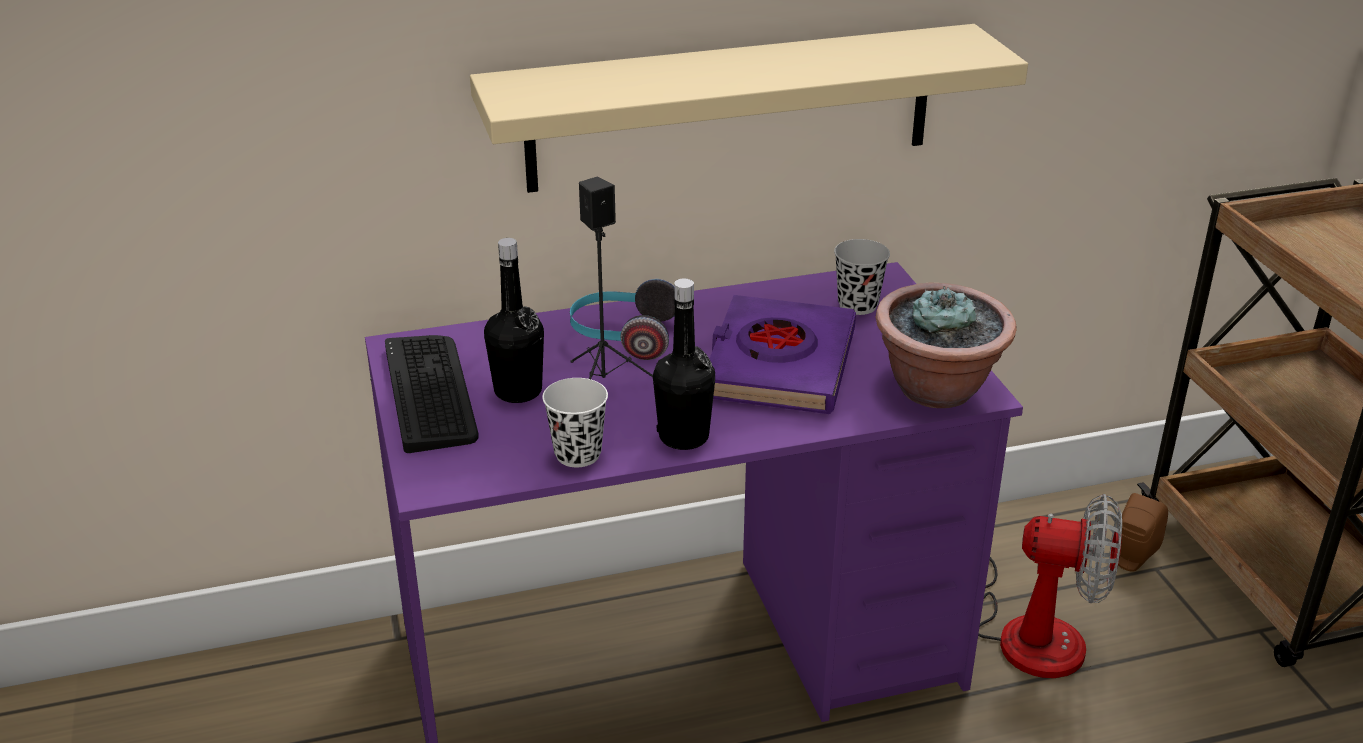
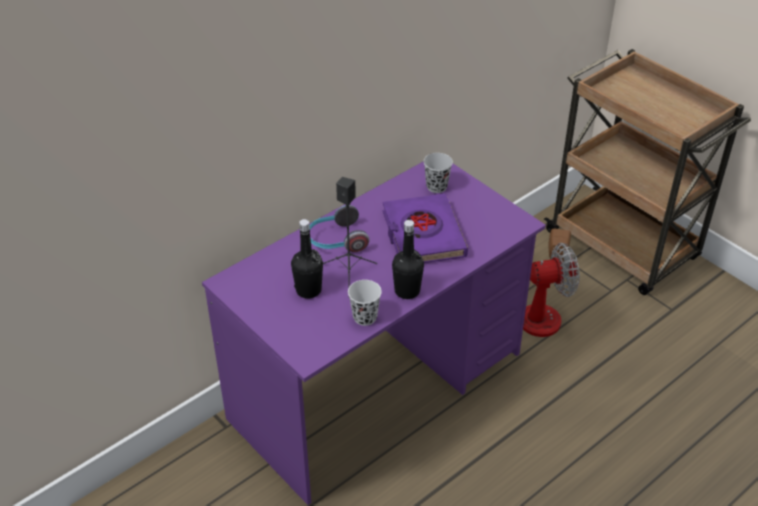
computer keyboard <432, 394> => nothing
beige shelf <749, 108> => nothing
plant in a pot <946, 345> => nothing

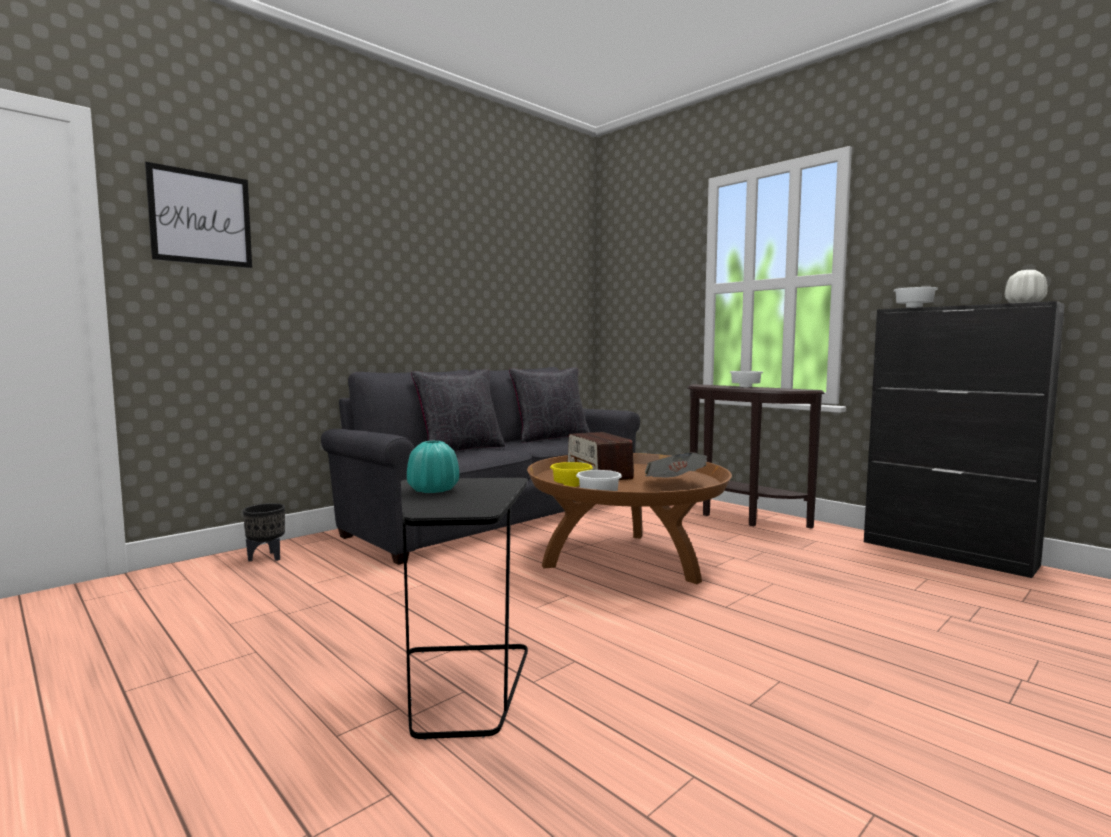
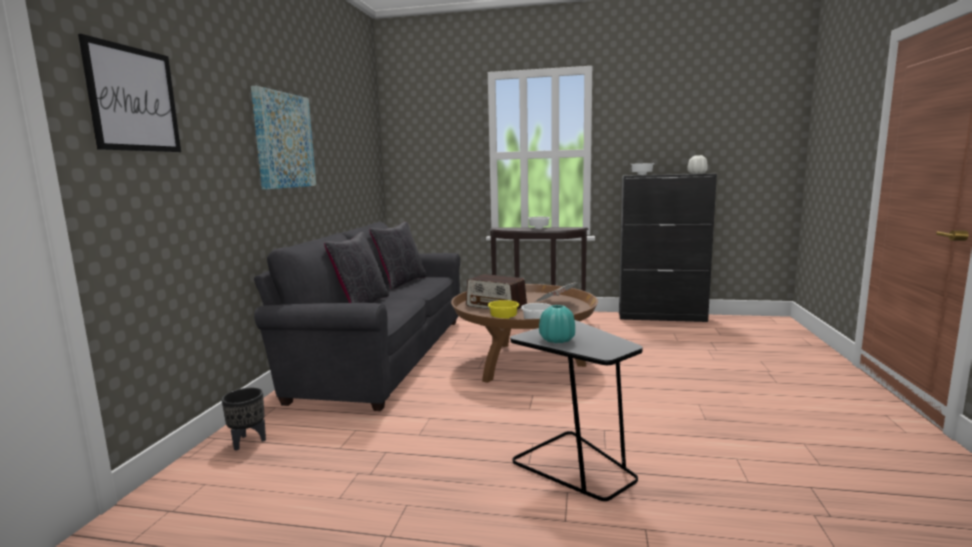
nothing => picture <283, 138>

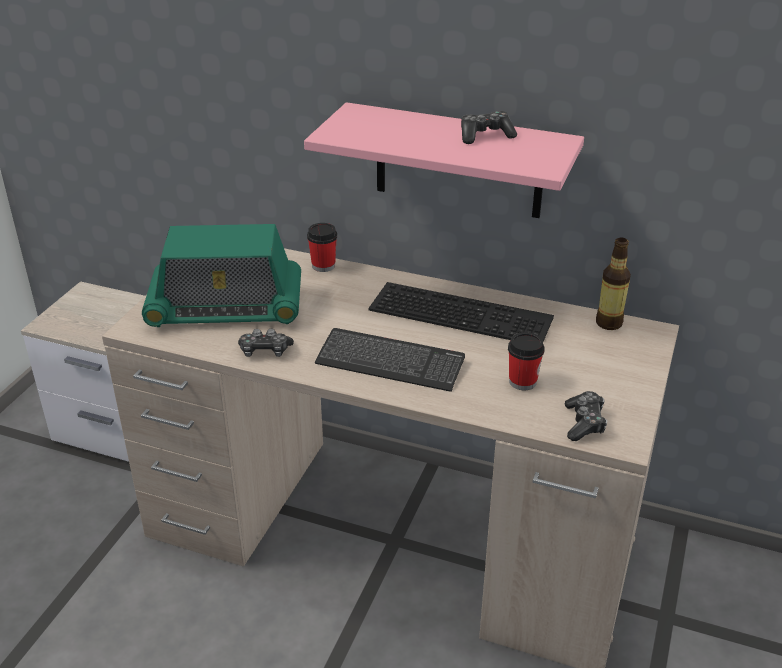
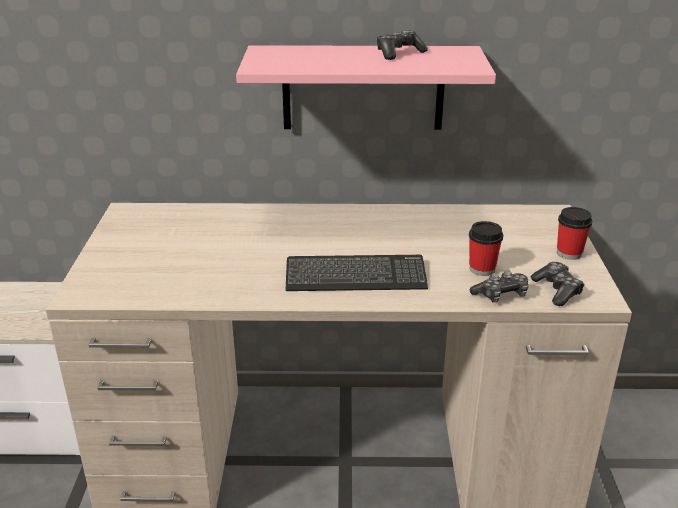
radio receiver <221, 275> => nothing
computer keyboard <461, 312> => nothing
beverage bottle <613, 283> => nothing
game controller <266, 343> => game controller <499, 286>, shifted
drinking cup <322, 247> => drinking cup <574, 233>, shifted

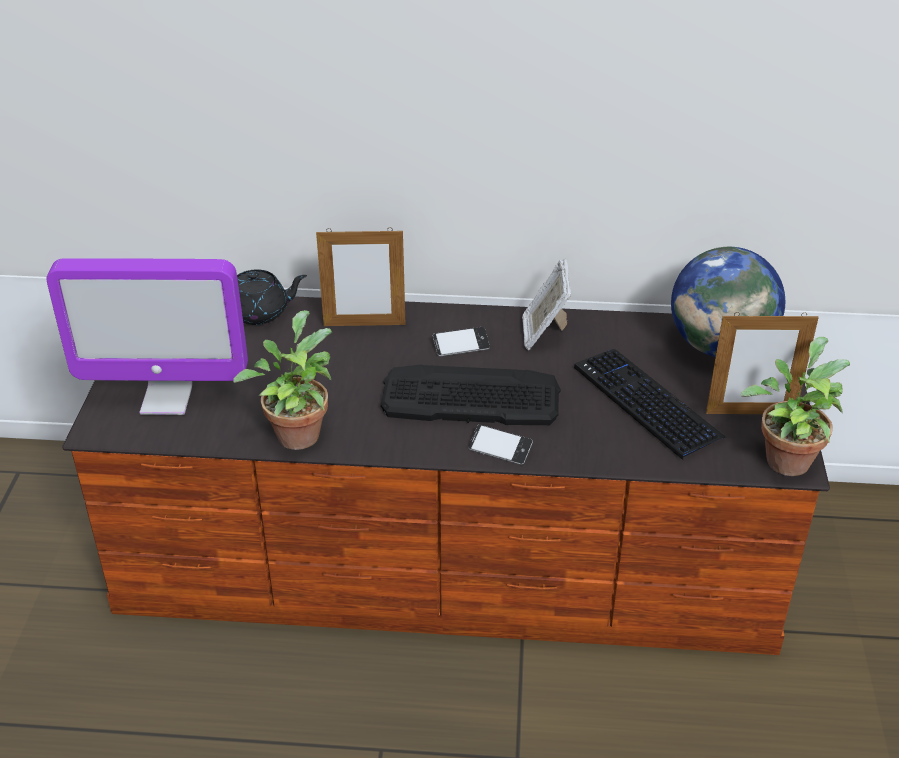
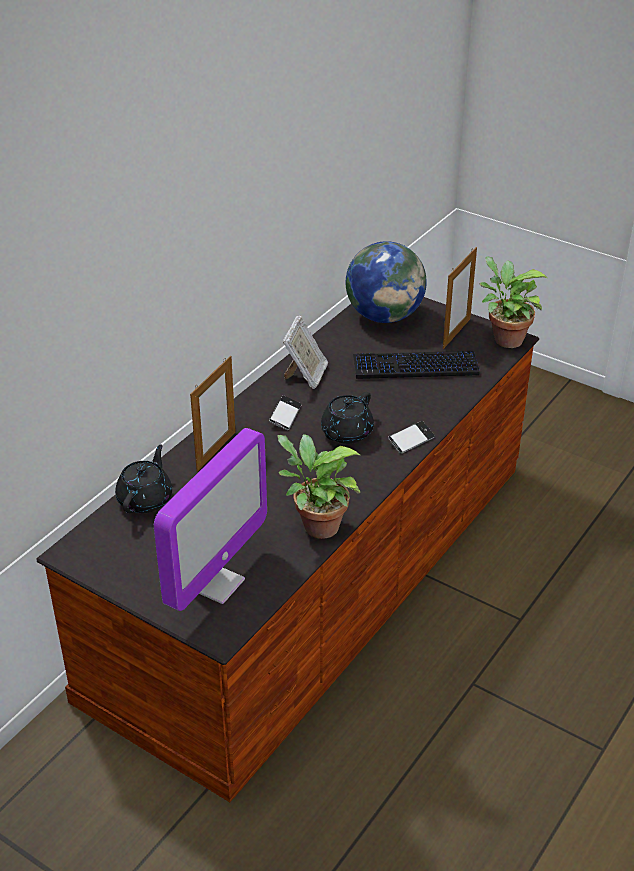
computer keyboard <471, 395> => black-coloured tea pot <347, 418>
photo frame <546, 304> => photo frame <305, 352>, 105 degrees counterclockwise

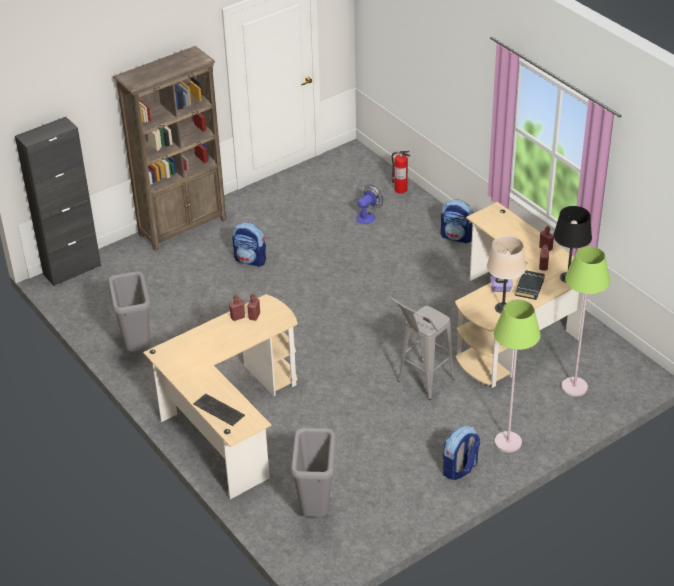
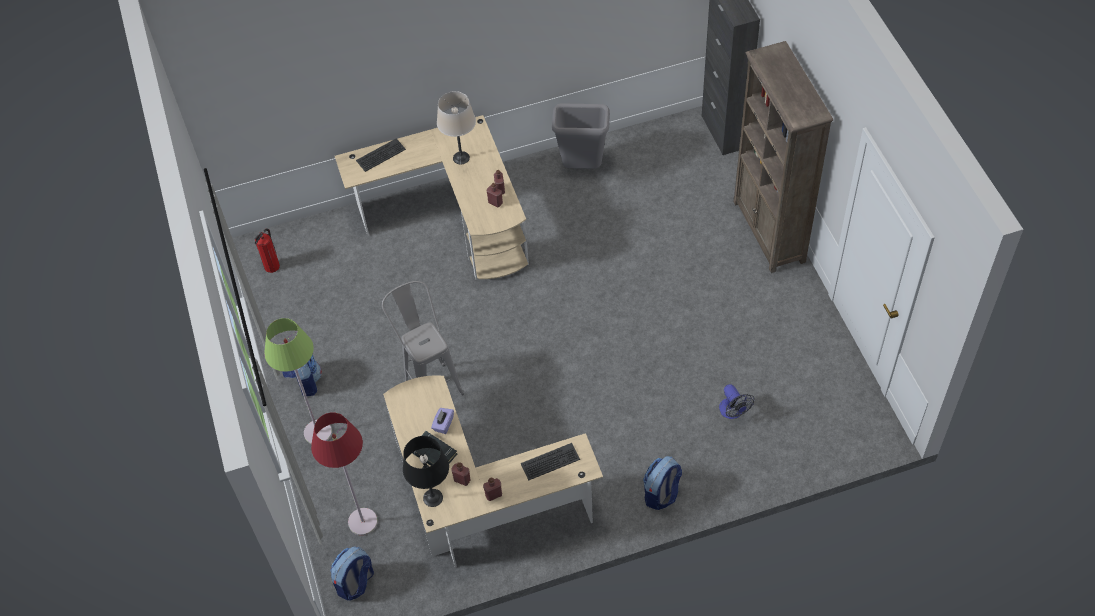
grey rubbish bin <313, 472> => nothing
nothing => computer keyboard <550, 462>
knapsack <249, 245> => knapsack <352, 574>, shifted
fire-fighting cylinder <401, 172> => fire-fighting cylinder <267, 250>, shifted
beige table lamp <506, 275> => beige table lamp <456, 127>, shifted
green-coloured standard lamp <585, 321> => red-coloured standard lamp <344, 474>

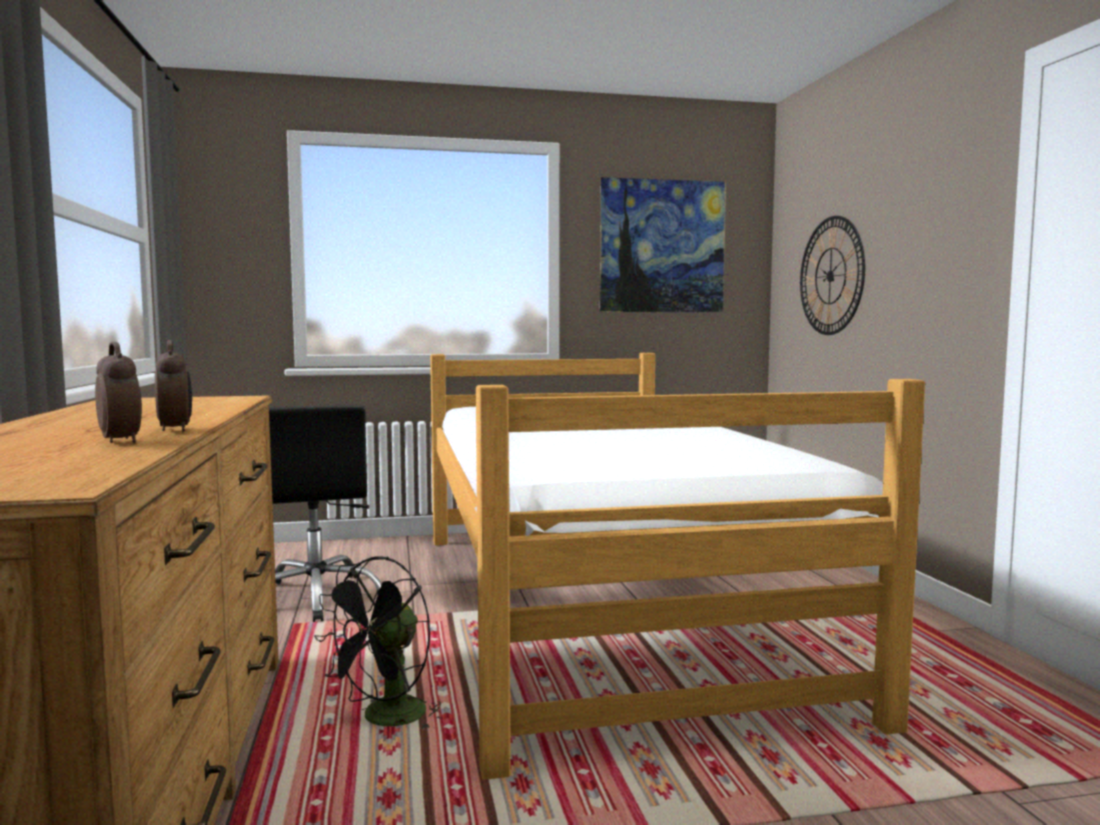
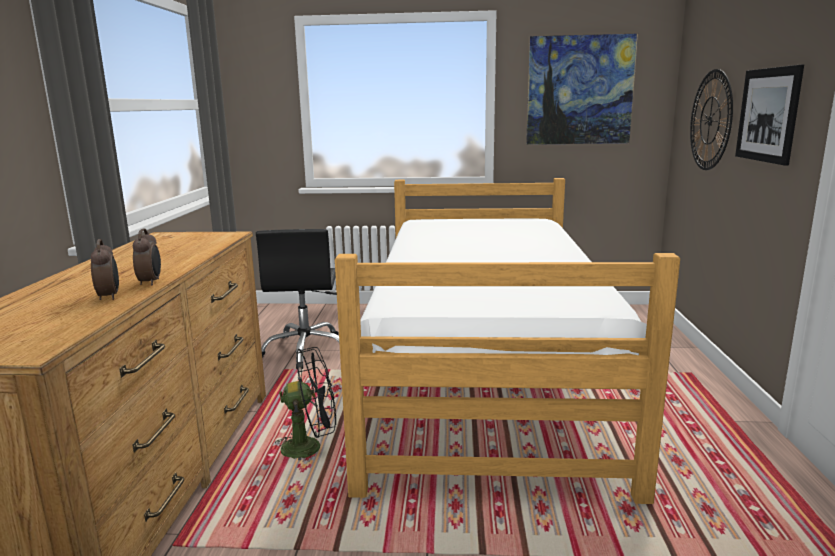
nothing => picture <769, 115>
black-coloured fan <377, 643> => black-coloured fan <305, 403>, 150 degrees counterclockwise

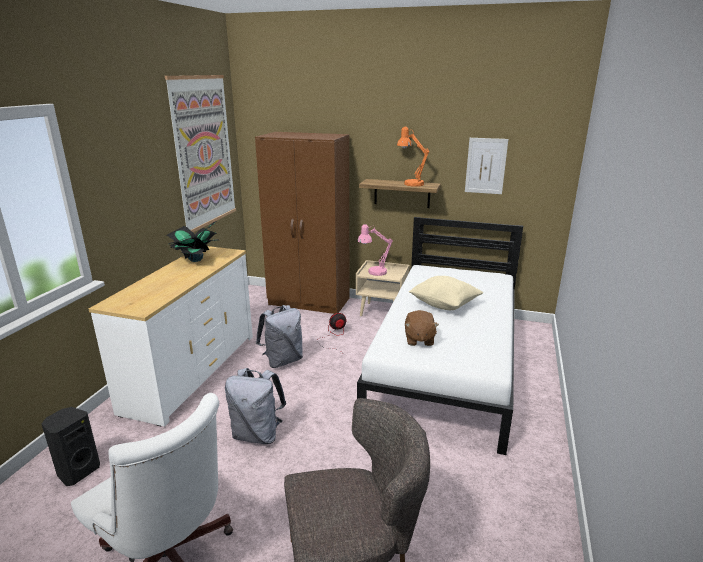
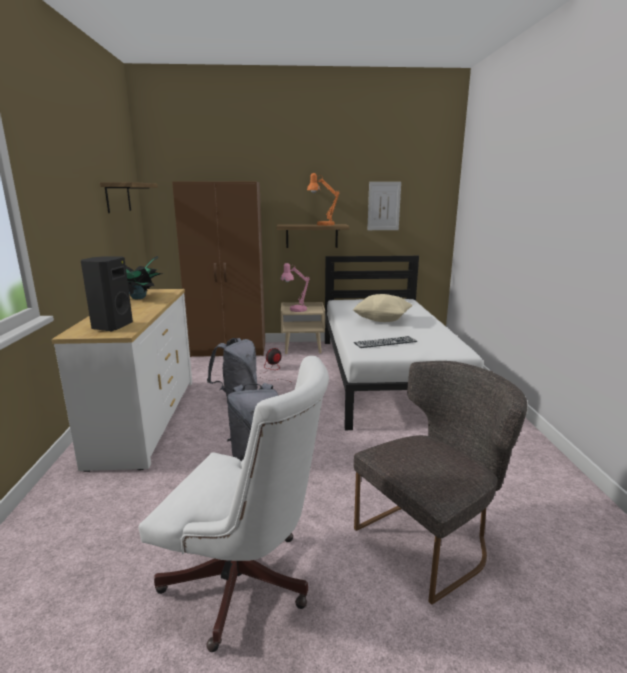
black-coloured audio speaker <70, 446> => black-coloured audio speaker <107, 294>, shifted
picture <200, 153> => shelf <129, 197>
brown soft toy <422, 328> => computer keyboard <385, 342>

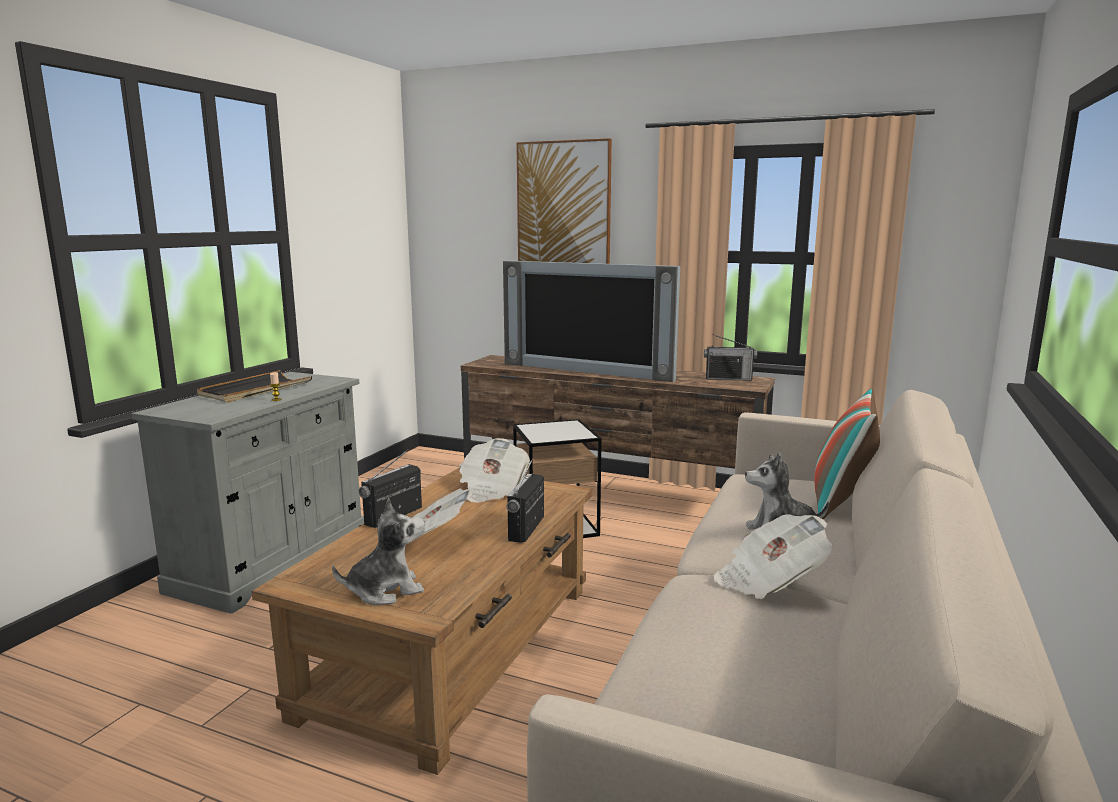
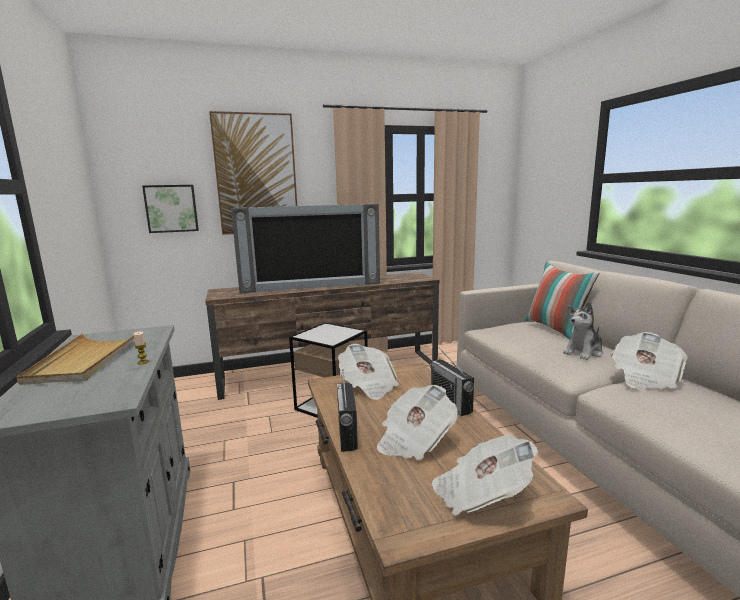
radio receiver <730, 357> => nothing
nothing => picture <170, 209>
soft toy <378, 551> => daily paper <484, 475>
black-coloured serving tray <254, 386> => beige serving tray <75, 359>

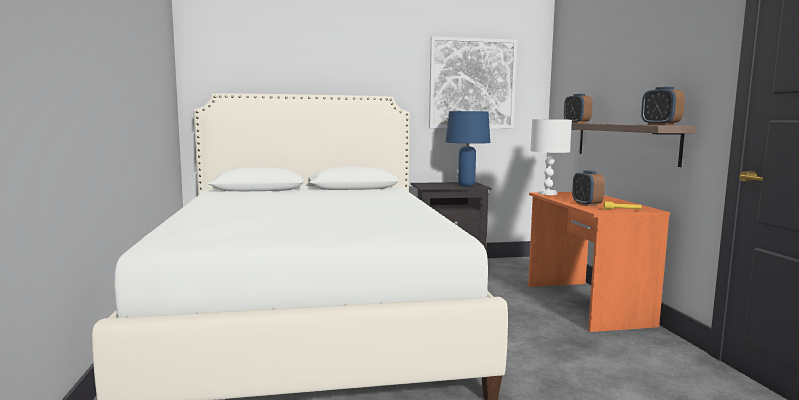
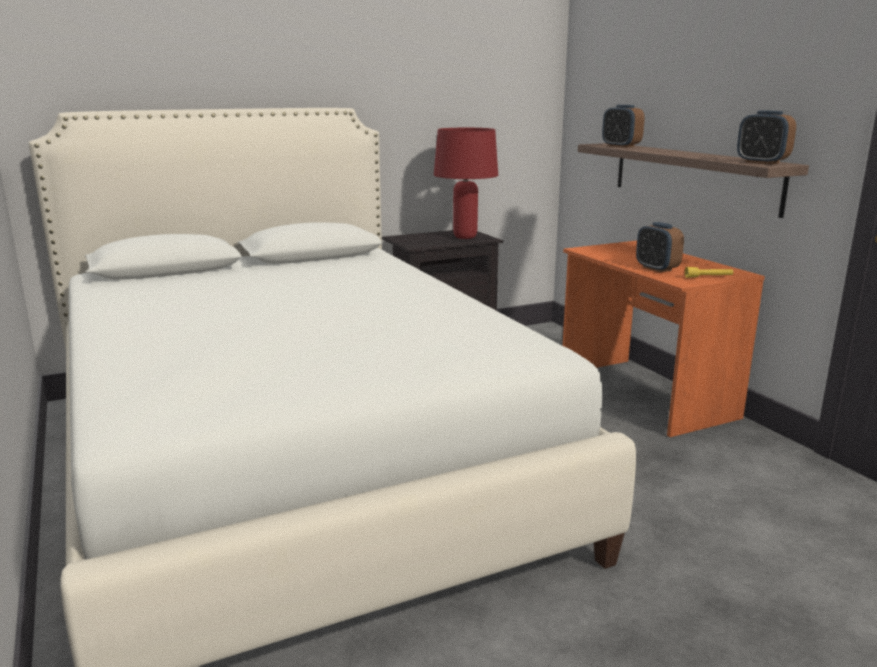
picture <473, 82> => nothing
whitish table lamp <551, 157> => nothing
blue-coloured table lamp <468, 148> => red-coloured table lamp <466, 183>

